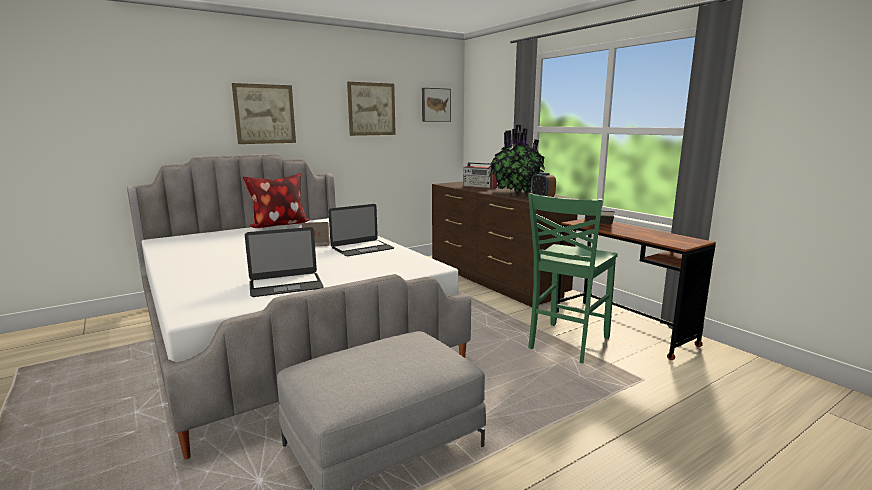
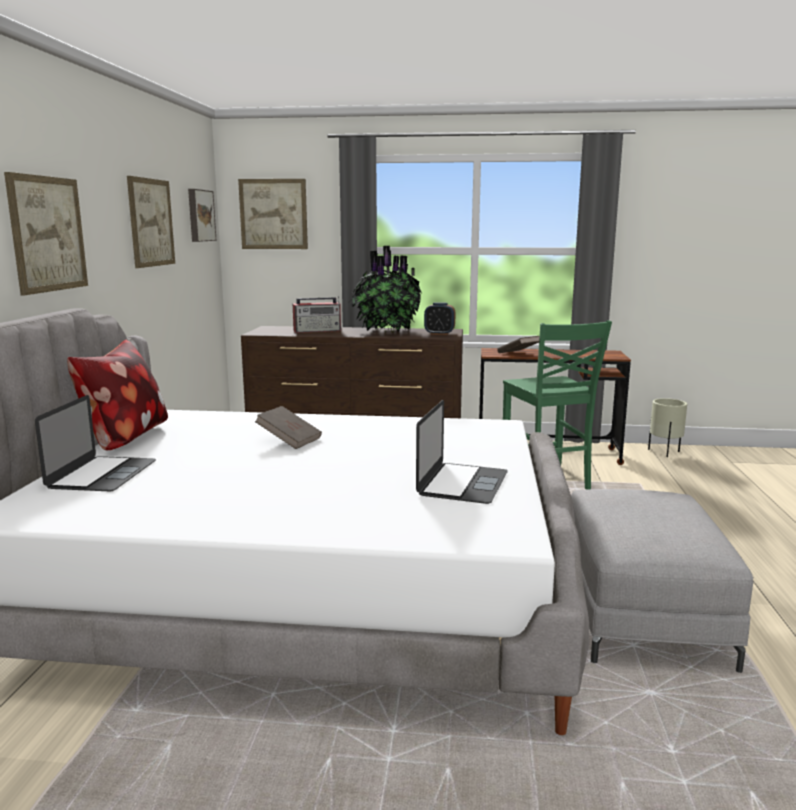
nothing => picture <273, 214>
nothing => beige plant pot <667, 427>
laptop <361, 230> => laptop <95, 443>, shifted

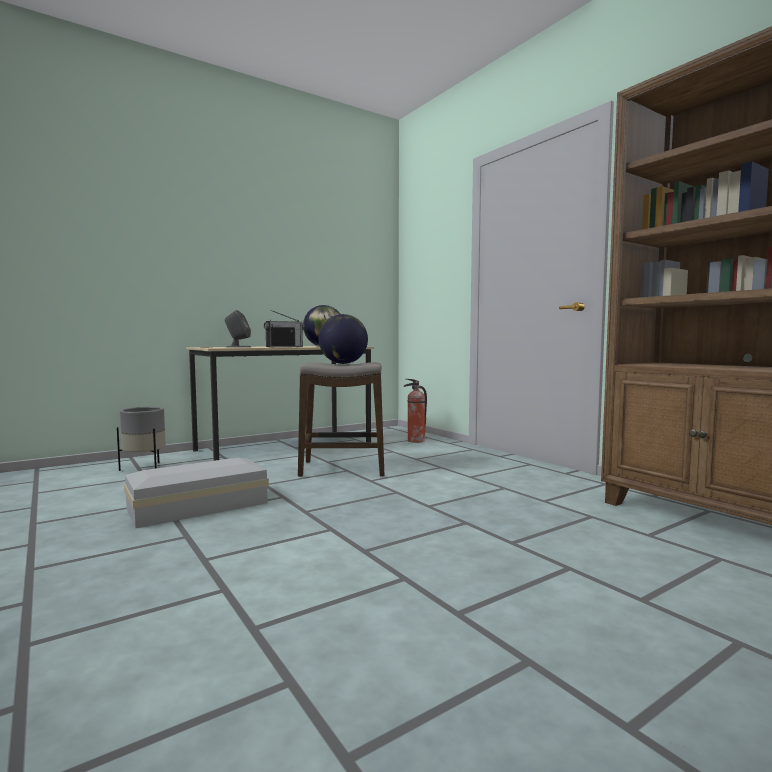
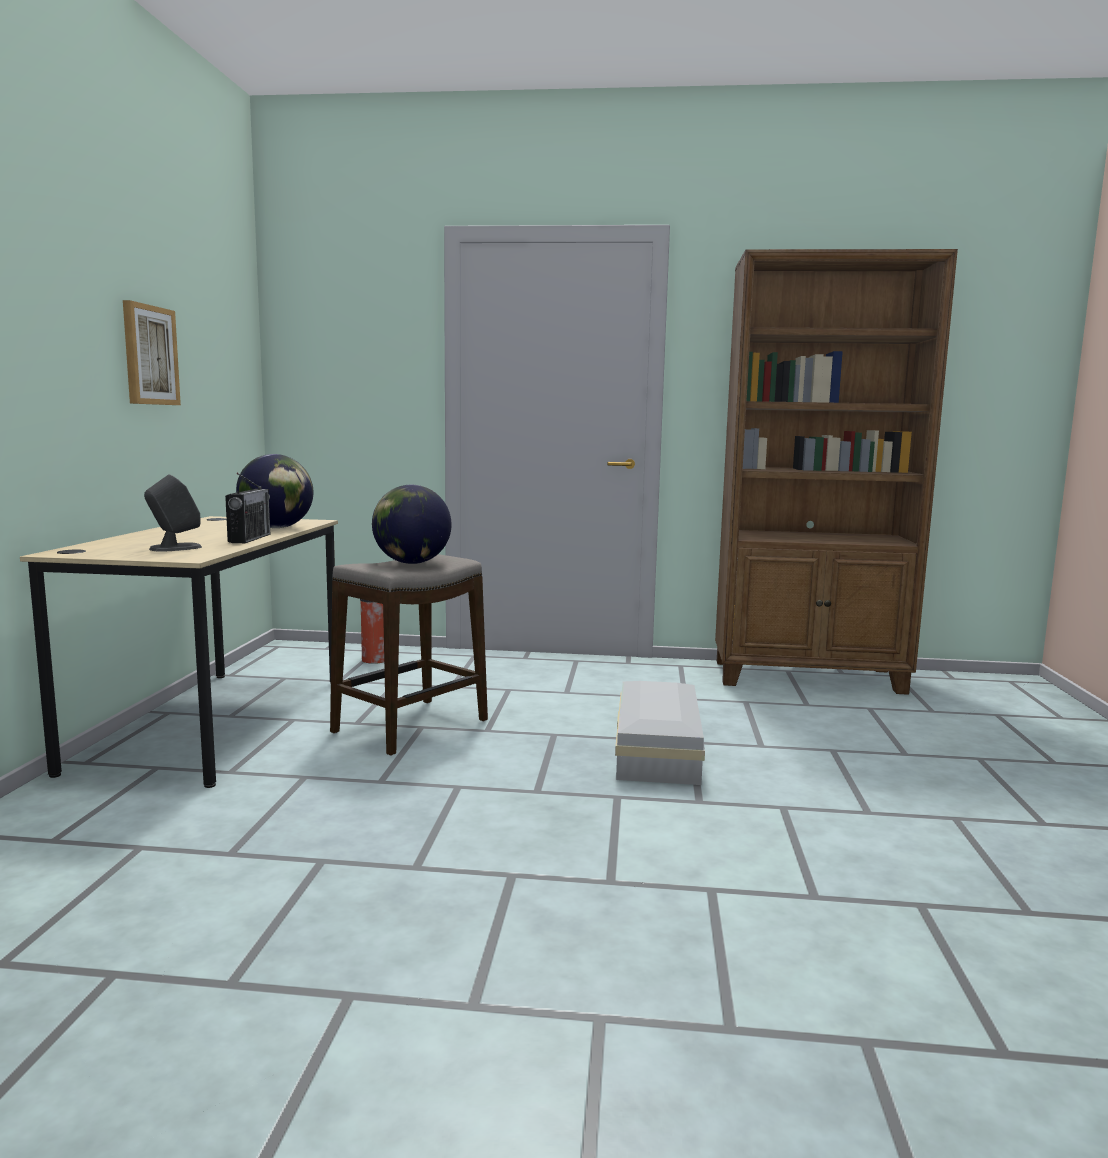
grey plant pot <141, 439> => nothing
nothing => picture <152, 352>
whitish storage box <196, 493> => whitish storage box <660, 733>, shifted

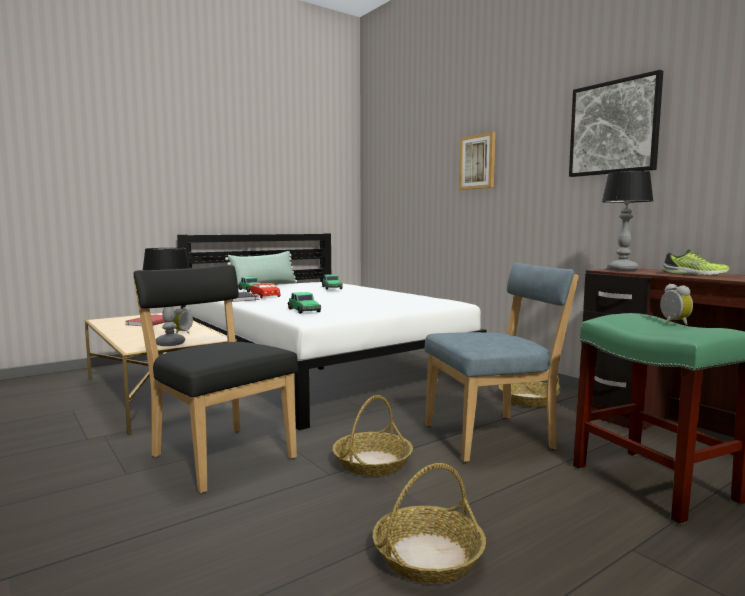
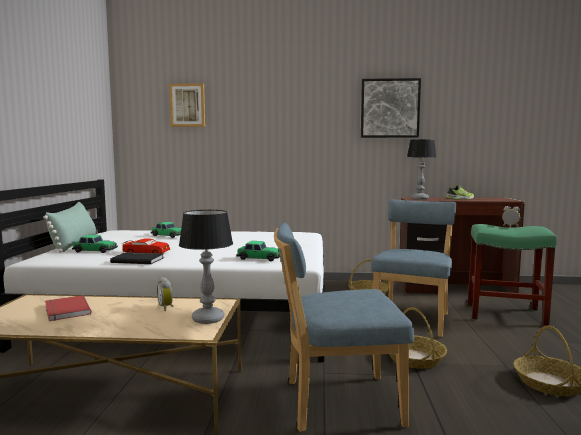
picture <477, 161> => picture <187, 105>, shifted
black-coloured chair <215, 379> => blue-coloured chair <344, 327>

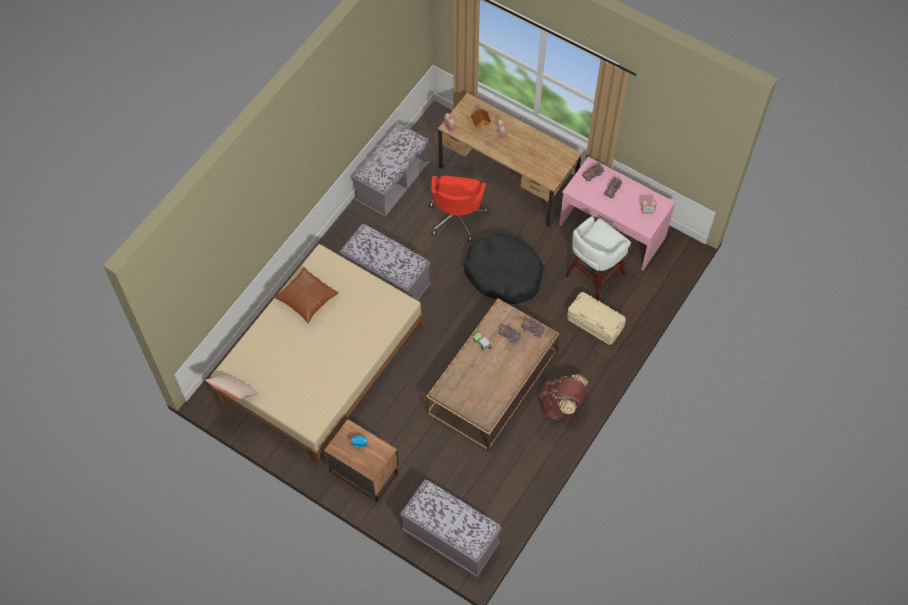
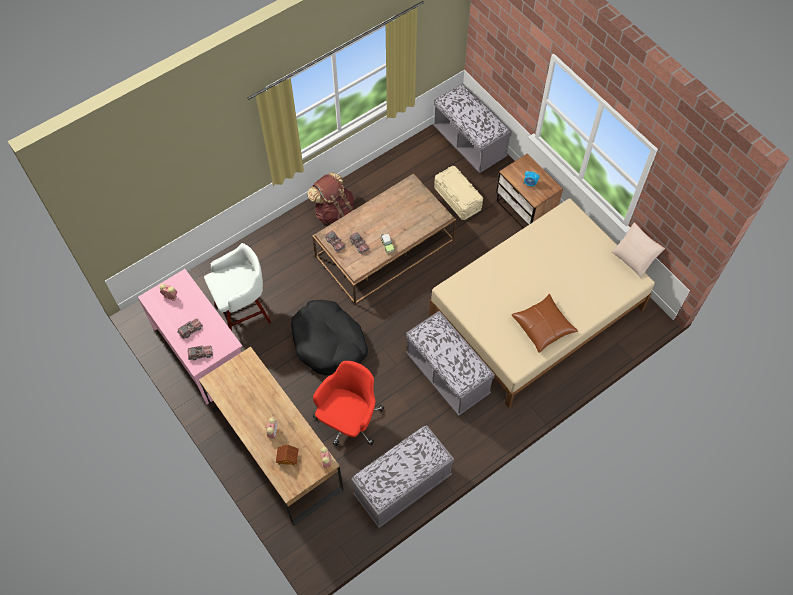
beige storage box <596, 318> => beige storage box <458, 193>, shifted

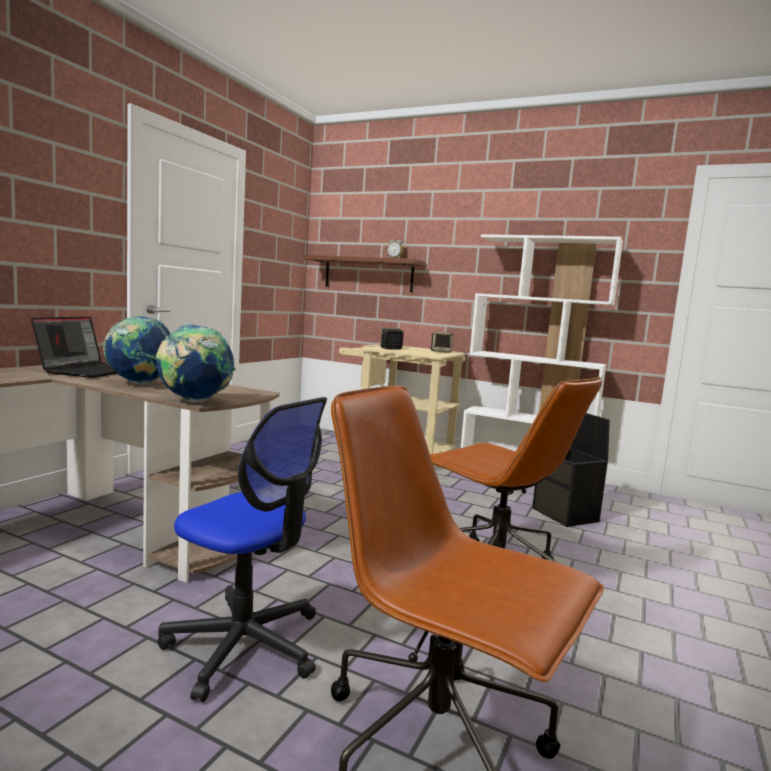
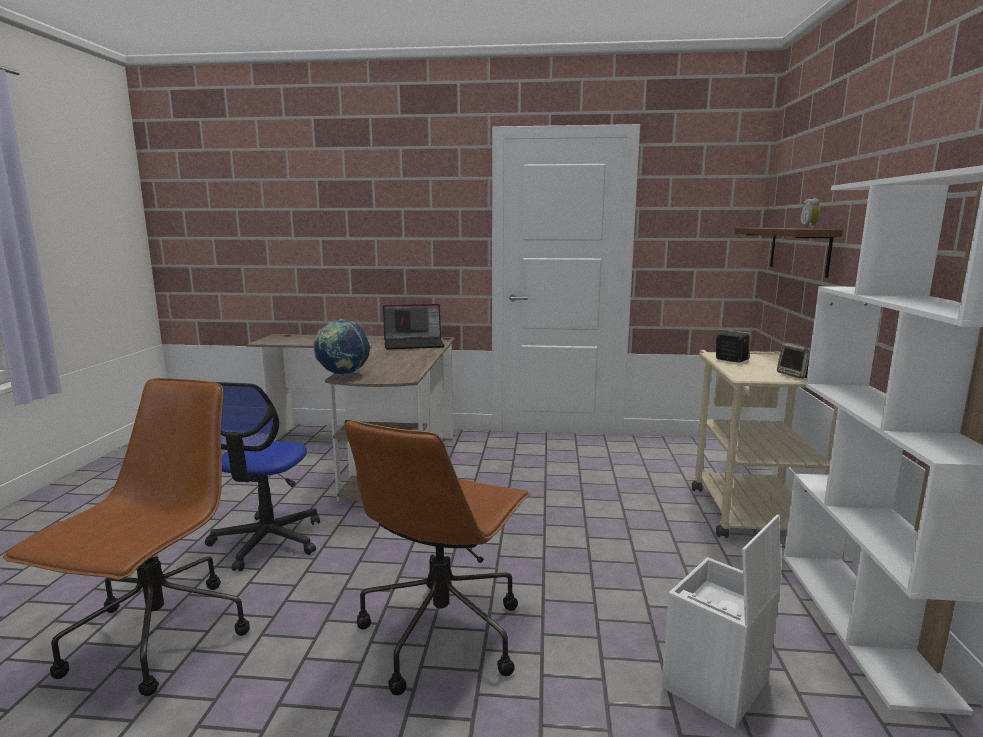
desk globe <136, 350> => nothing
black-coloured storage box <571, 470> => whitish storage box <721, 622>

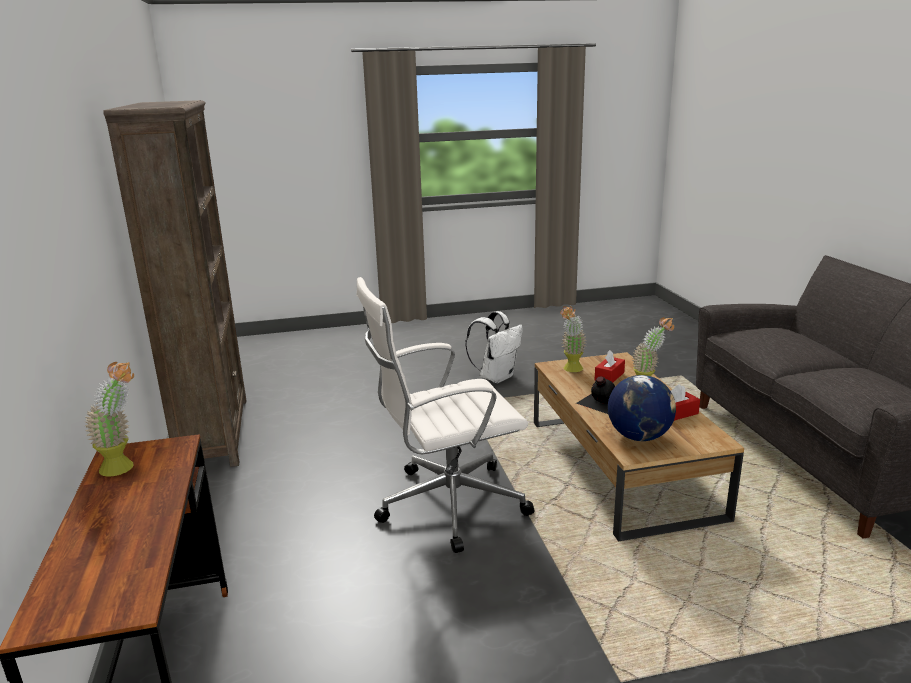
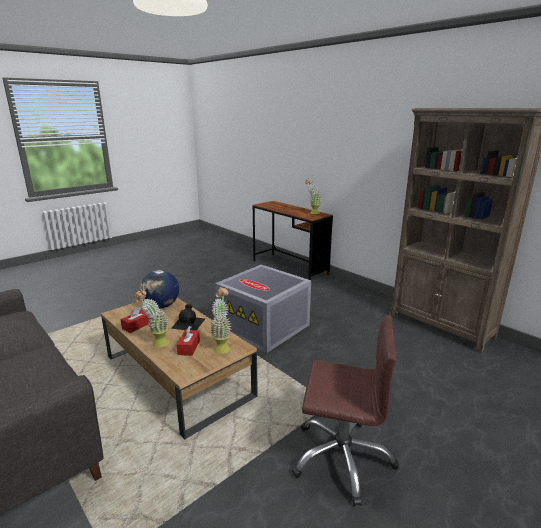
whitish office chair <445, 415> => grey storage box <263, 309>
whitish knapsack <494, 347> => brown office chair <345, 410>

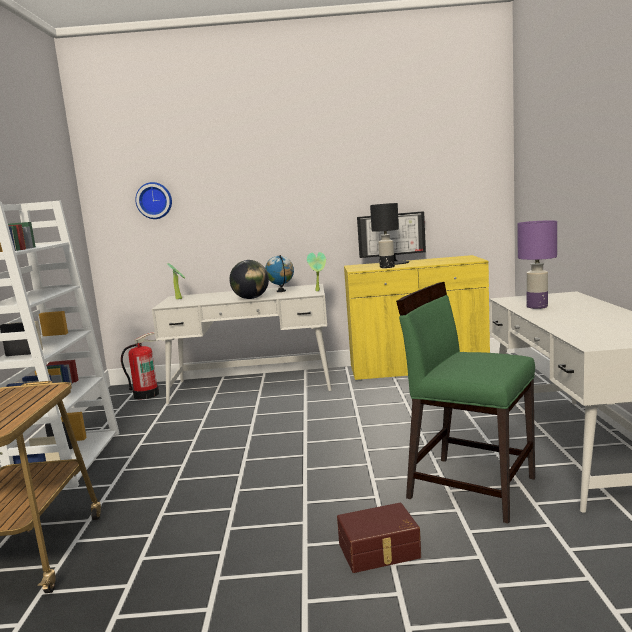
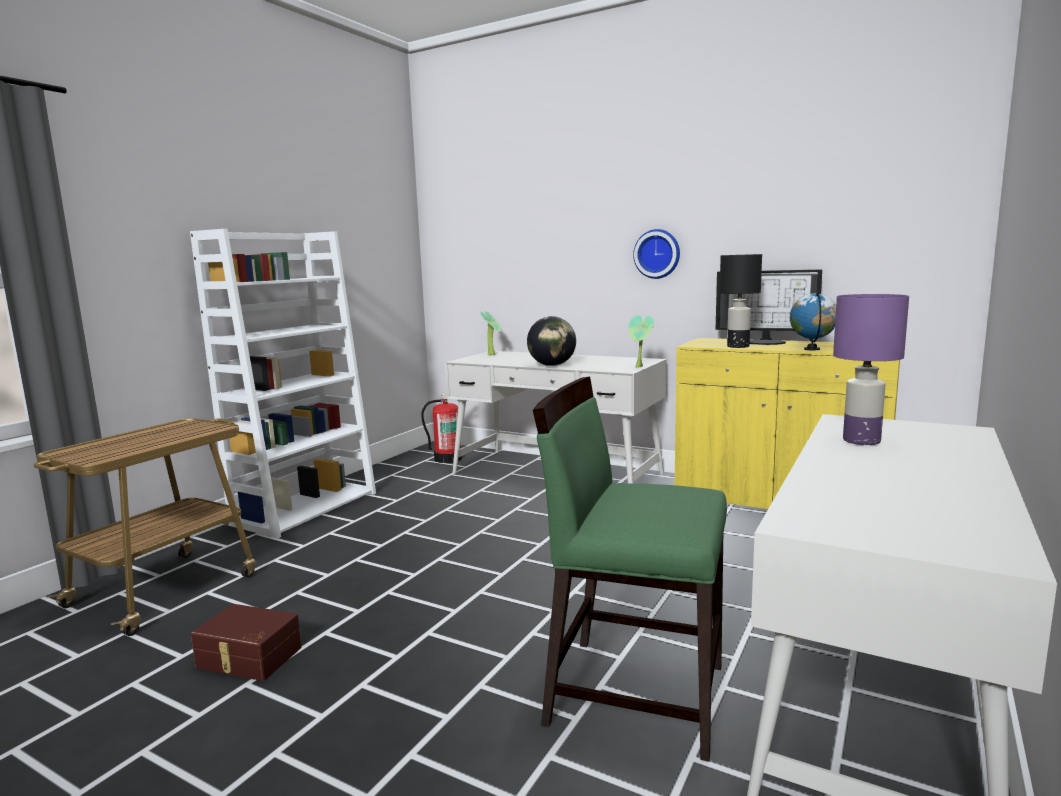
wall clock <153, 200> => wall clock <656, 254>, shifted
desk globe <279, 273> => desk globe <813, 321>, shifted
brown storage box <379, 538> => brown storage box <246, 642>, shifted
green-coloured chair <465, 403> => green-coloured chair <630, 569>, 45 degrees counterclockwise

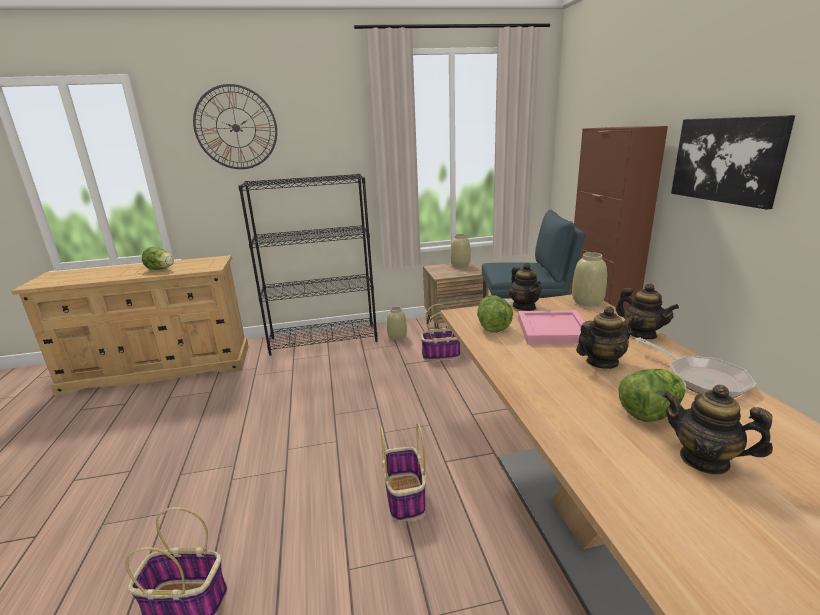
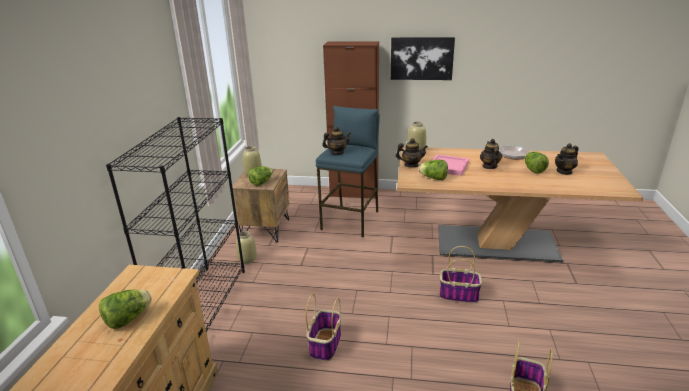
wall clock <235, 126> => nothing
nothing => lettuce <260, 176>
storage basket <440, 332> => storage basket <323, 327>, shifted
tea pot <647, 311> => tea pot <336, 140>, shifted

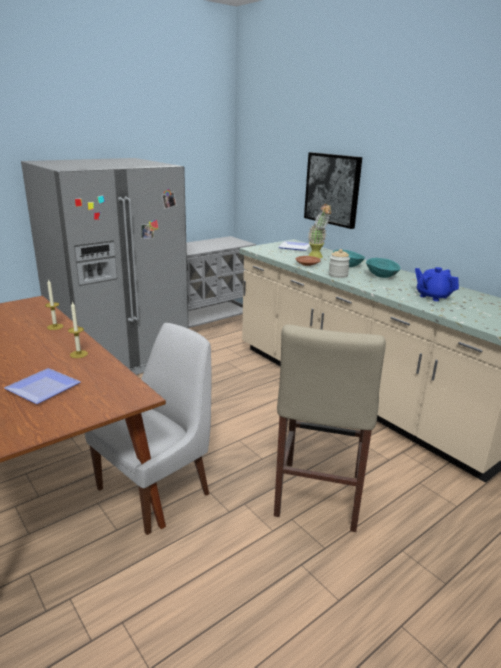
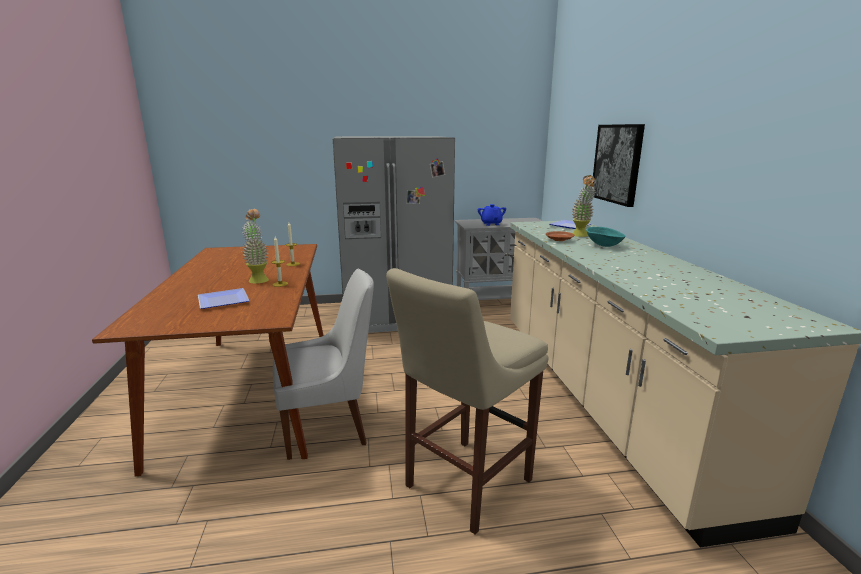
jar <339, 263> => nothing
turquoise serving bowl <383, 268> => nothing
nothing => plant in a pot <255, 246>
blue-coloured tea pot <437, 284> => blue-coloured tea pot <492, 215>, shifted

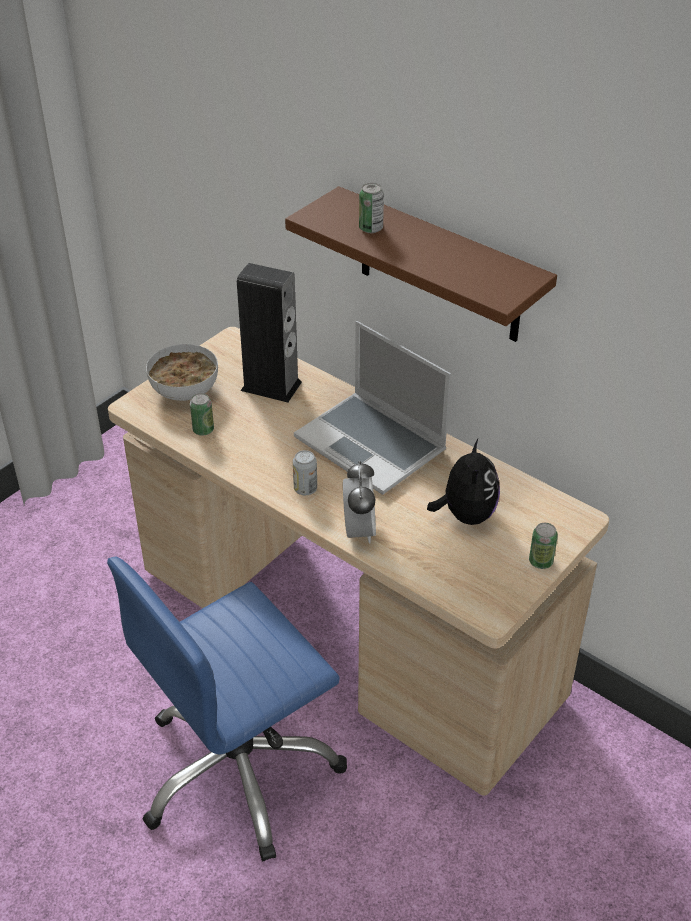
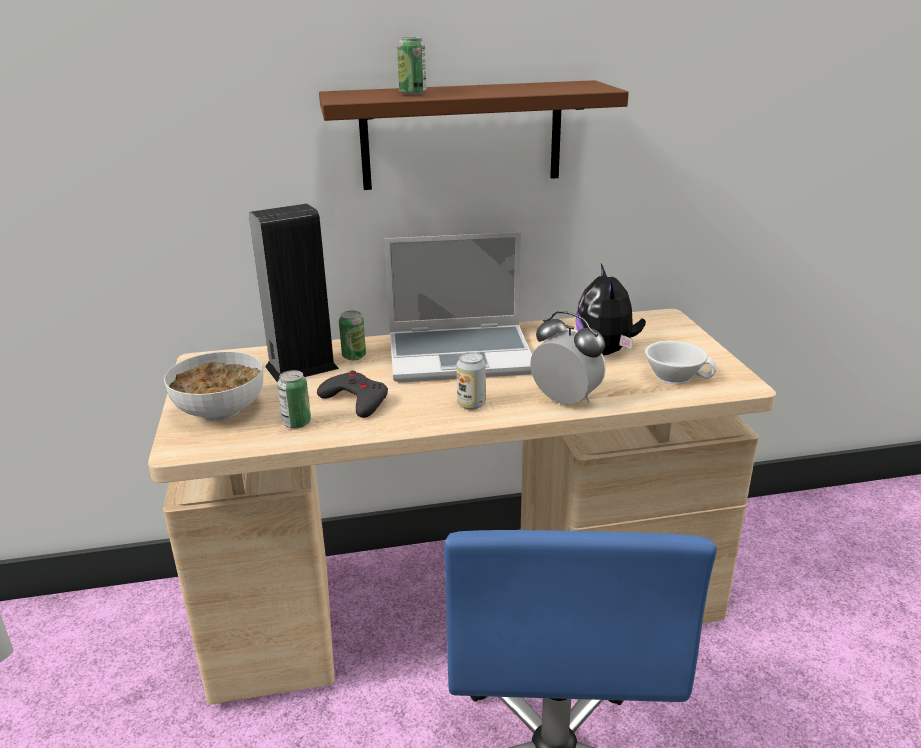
nothing => grey game controller <352, 394>
nothing => whitish drinking cup <680, 362>
metal can <543, 546> => metal can <352, 335>, shifted
soft toy <463, 482> => soft toy <611, 309>, 135 degrees counterclockwise

